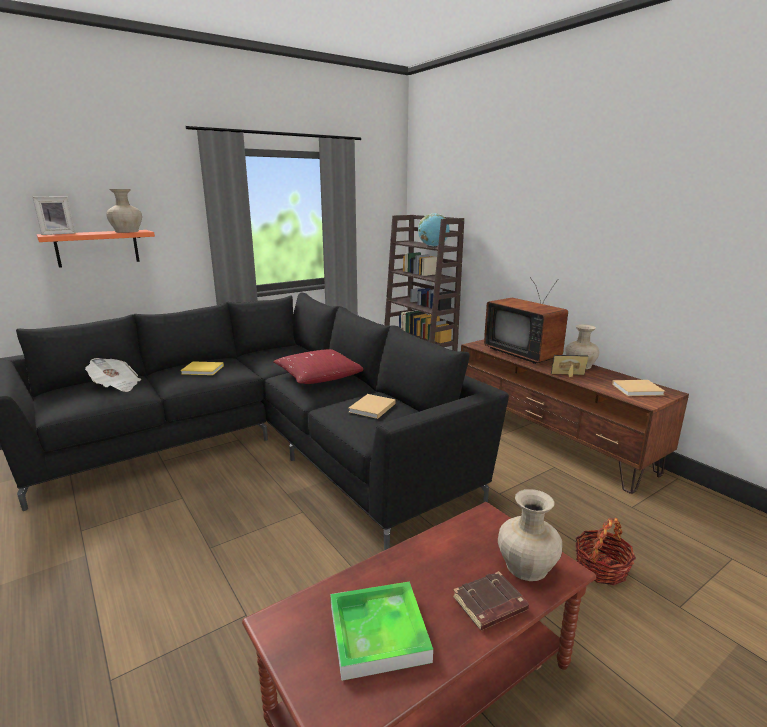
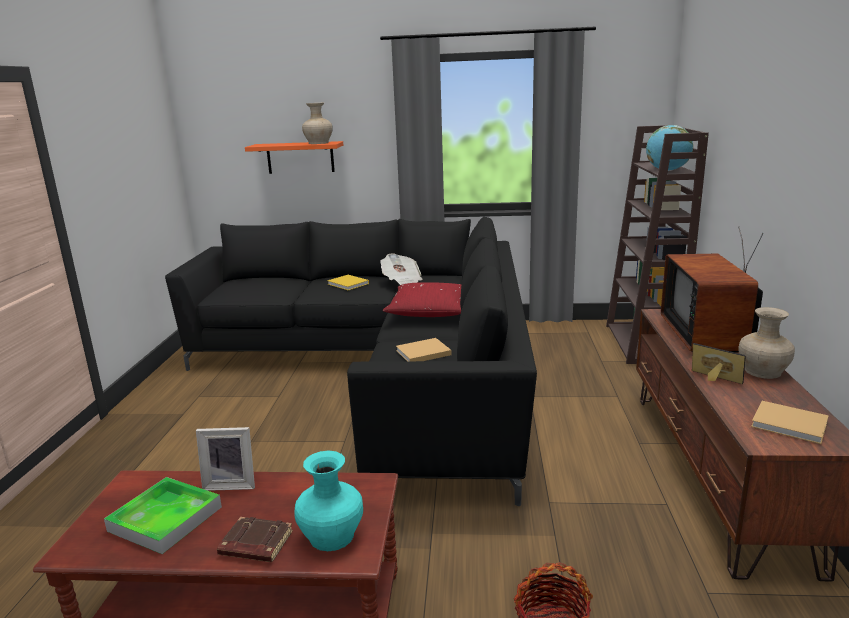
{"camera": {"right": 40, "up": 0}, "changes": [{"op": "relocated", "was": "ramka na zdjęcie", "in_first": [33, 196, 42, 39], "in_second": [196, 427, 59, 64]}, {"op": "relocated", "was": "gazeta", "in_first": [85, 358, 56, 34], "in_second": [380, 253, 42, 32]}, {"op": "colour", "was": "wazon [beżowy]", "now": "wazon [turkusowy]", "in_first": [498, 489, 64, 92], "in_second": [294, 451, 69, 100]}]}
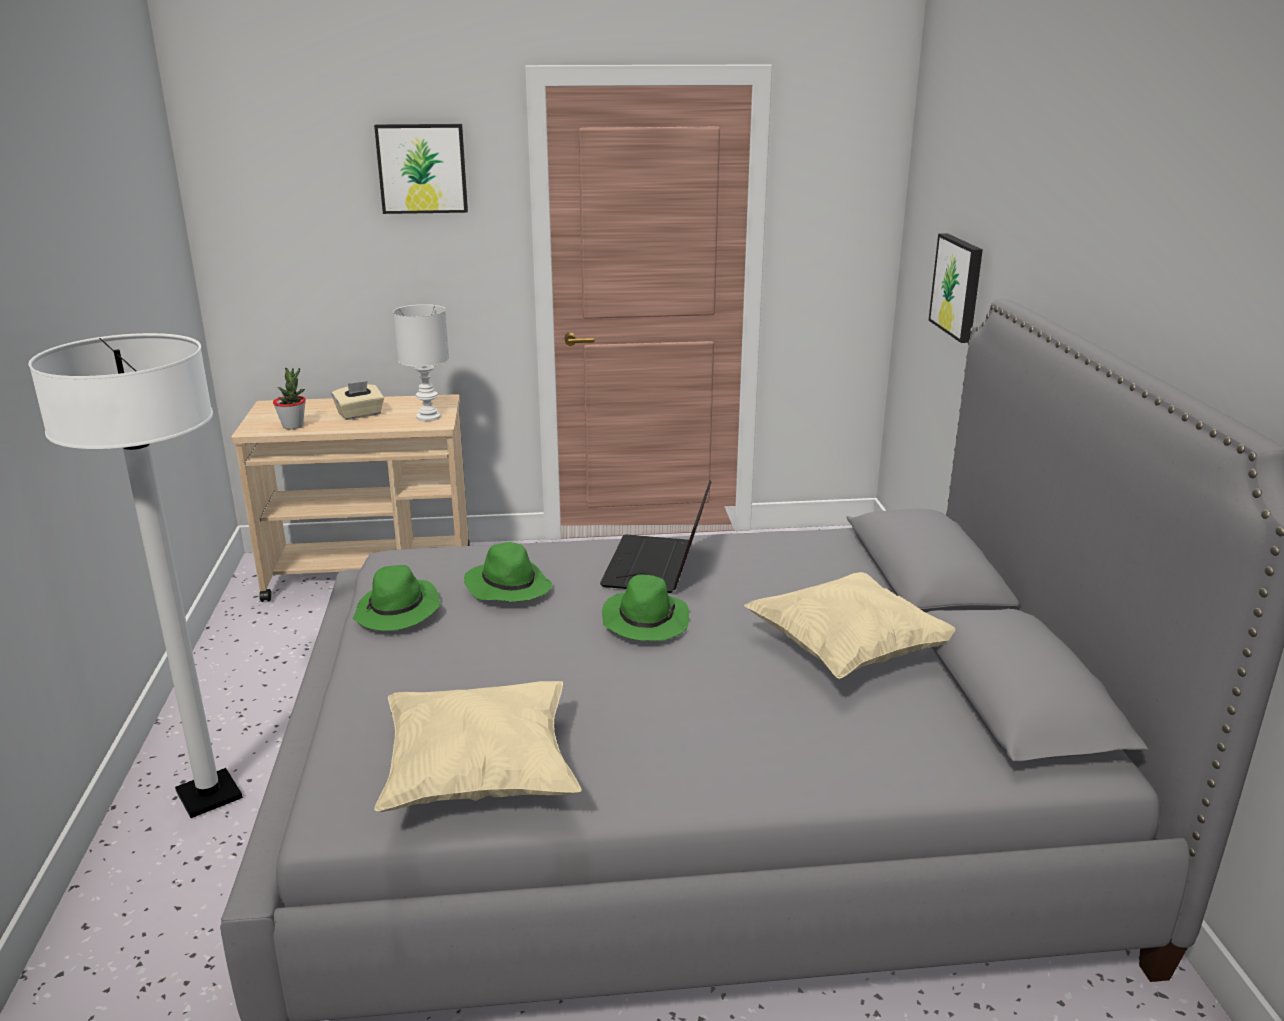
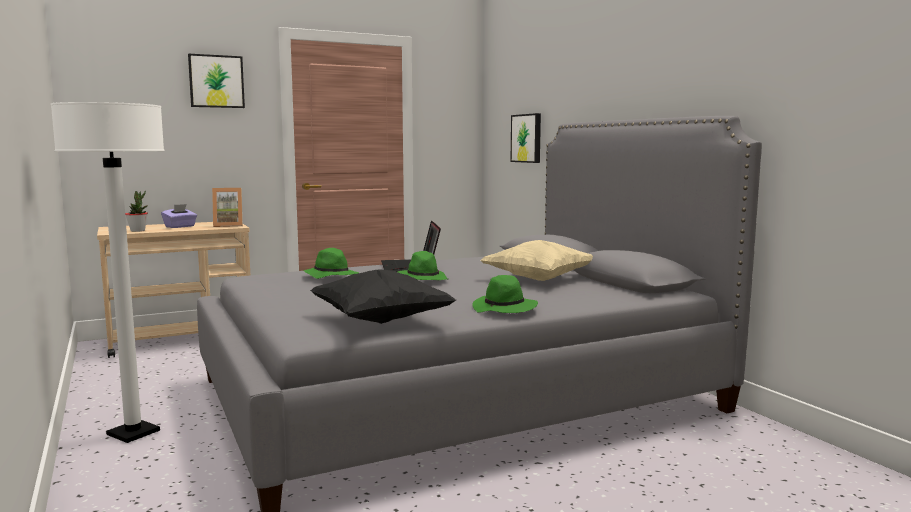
{"camera": {"right": -20, "up": -15}, "changes": [{"op": "exchanged", "was": "lampa stołowa [biały]", "now": "ramka na zdjęcie", "in_first": [393, 304, 56, 117], "in_second": [212, 188, 31, 39]}, {"op": "colour", "was": "pudełko chusteczek [beżowy]", "now": "pudełko chusteczek [fioletowy]", "in_first": [332, 381, 52, 39], "in_second": [161, 204, 36, 24]}, {"op": "relocated", "was": "kapelusz [zielony]", "in_first": [353, 565, 88, 66], "in_second": [472, 275, 66, 38]}, {"op": "colour", "was": "poduszka [beżowy]", "now": "poduszka [czarny]", "in_first": [374, 681, 208, 131], "in_second": [310, 270, 146, 54]}]}
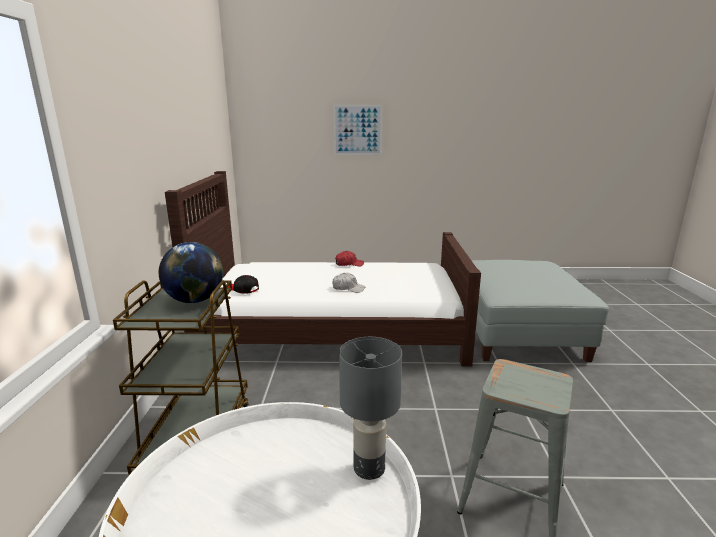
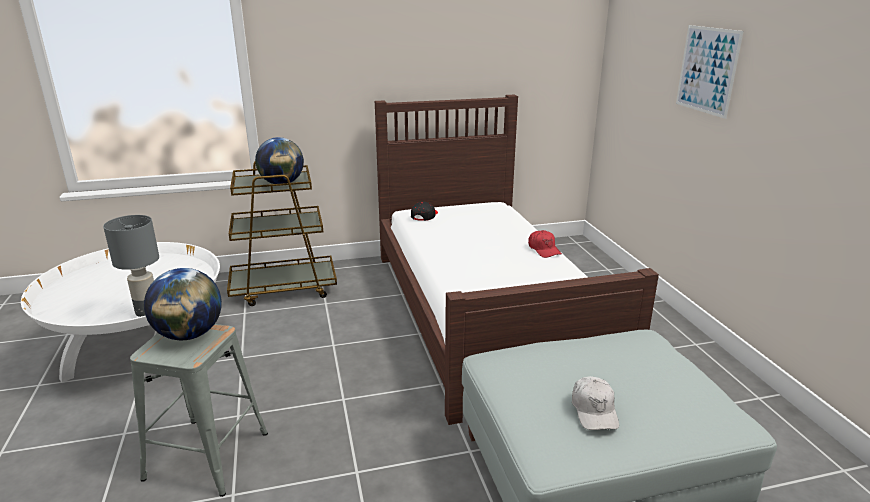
{"camera": {"right": 75, "up": 5}, "changes": [{"op": "relocated", "was": "czapka z daszkiem [biały]", "in_first": [333, 273, 33, 20], "in_second": [572, 376, 47, 54]}, {"op": "appeared", "now": "globus", "in_second": [144, 268, 78, 72]}]}
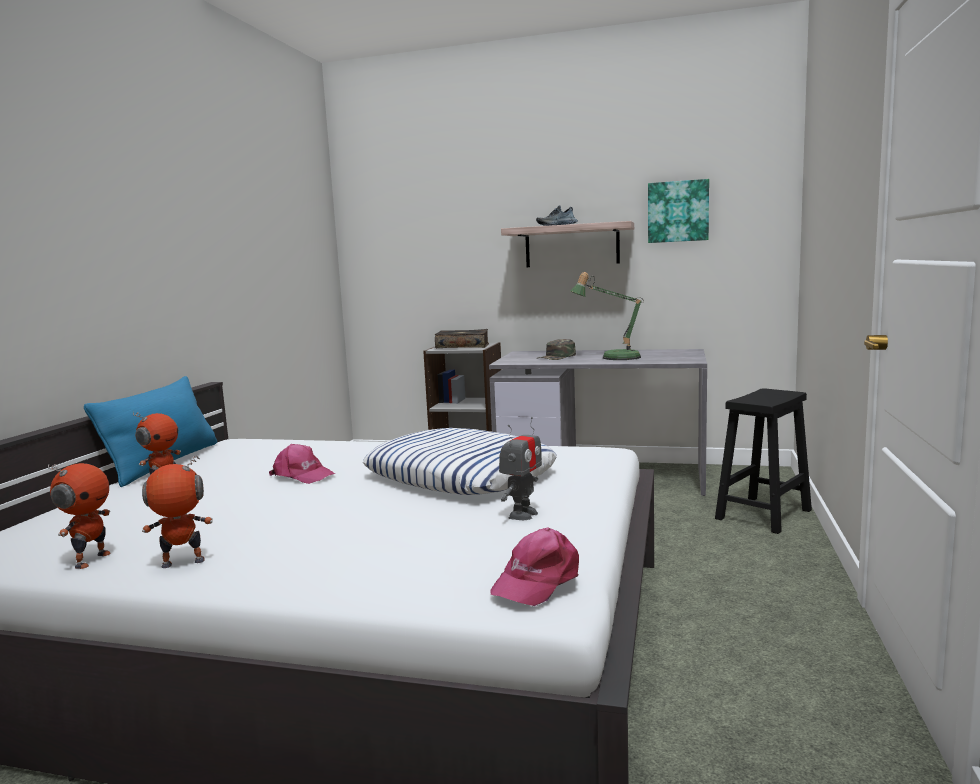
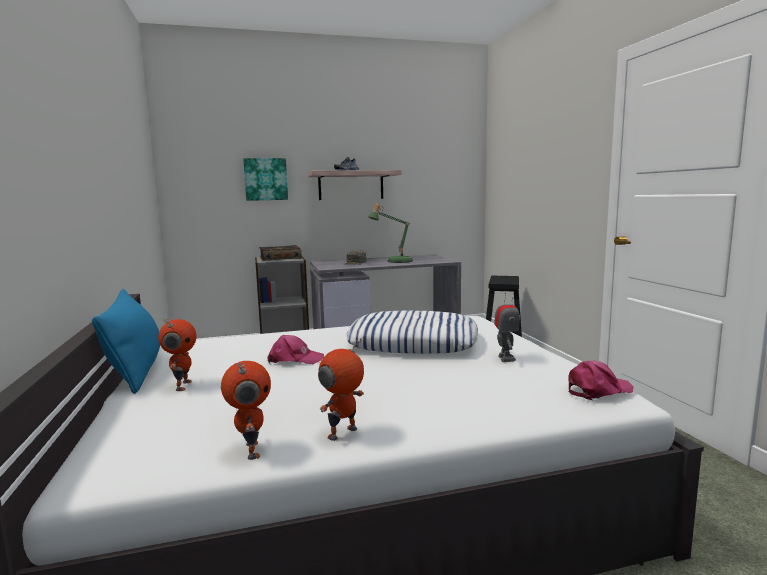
{"camera": {"right": -30, "up": 0}, "changes": [{"op": "relocated", "was": "obraz", "in_first": [648, 179, 61, 64], "in_second": [243, 158, 45, 43]}, {"op": "spun", "was": "czapka z daszkiem [różowy]", "in_first": [491, 528, 88, 78], "in_second": [568, 361, 66, 39], "clockwise": -120}]}
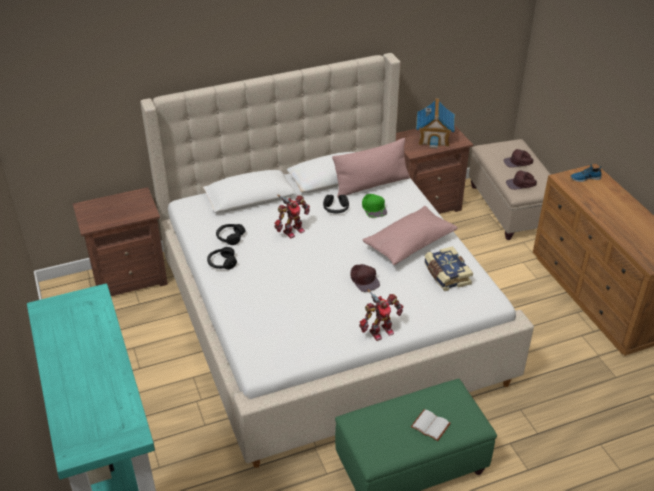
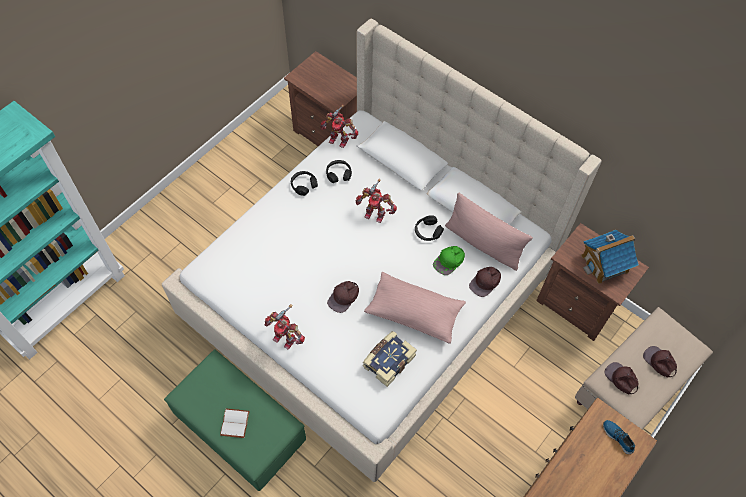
{"camera": {"right": 60, "up": 20}, "changes": [{"op": "appeared", "now": "robot zabawkowy", "in_second": [320, 105, 38, 43]}, {"op": "appeared", "now": "czapka z daszkiem [brązowy]", "in_second": [469, 267, 32, 30]}]}
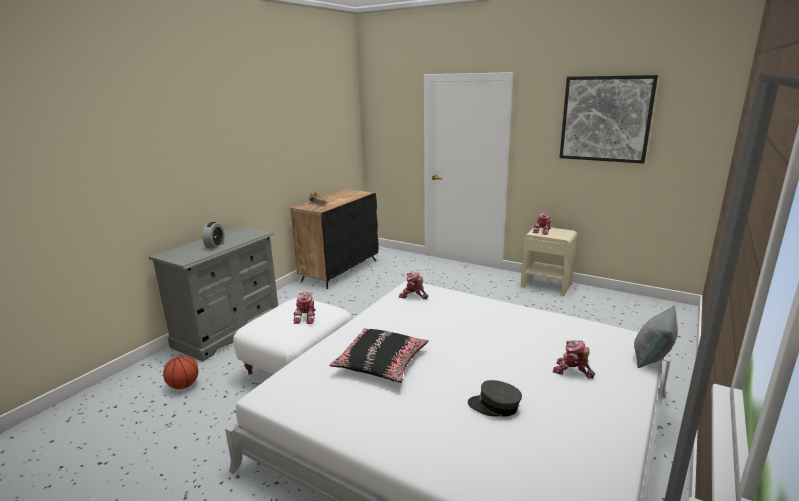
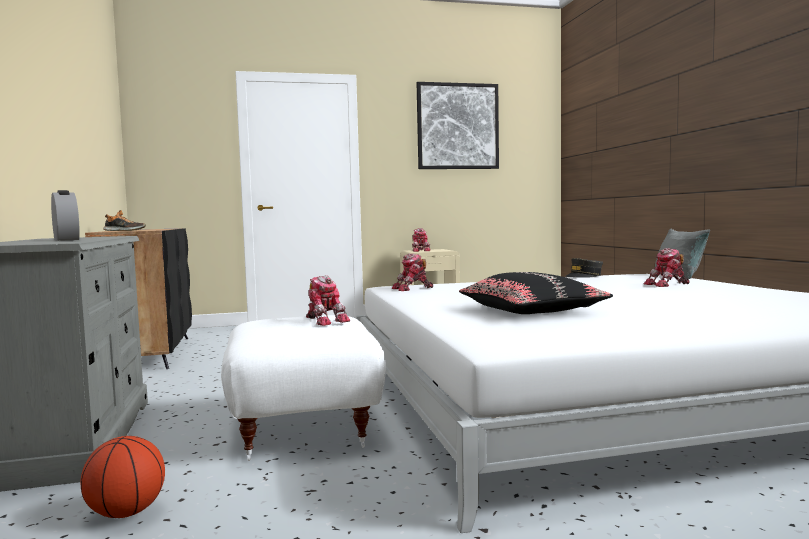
{"camera": {"right": -45, "up": -15}, "changes": [{"op": "relocated", "was": "czapka z daszkiem [szary]", "in_first": [468, 380, 54, 36], "in_second": [565, 258, 38, 20]}]}
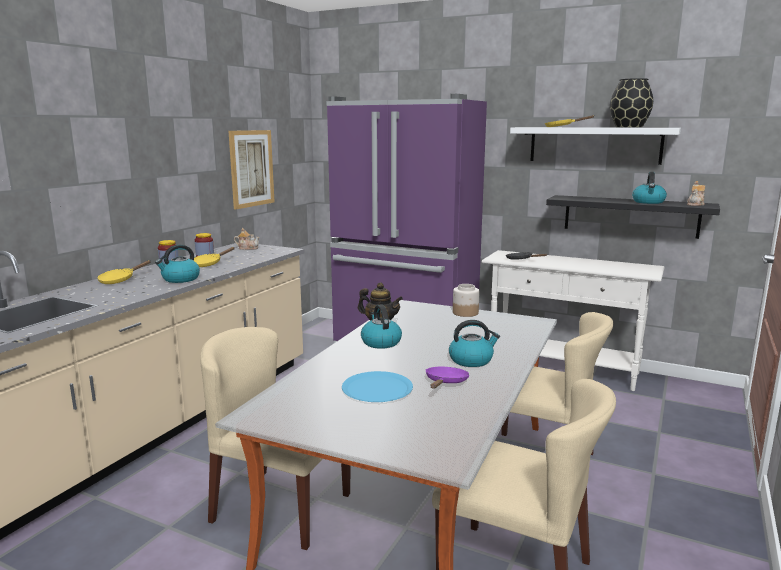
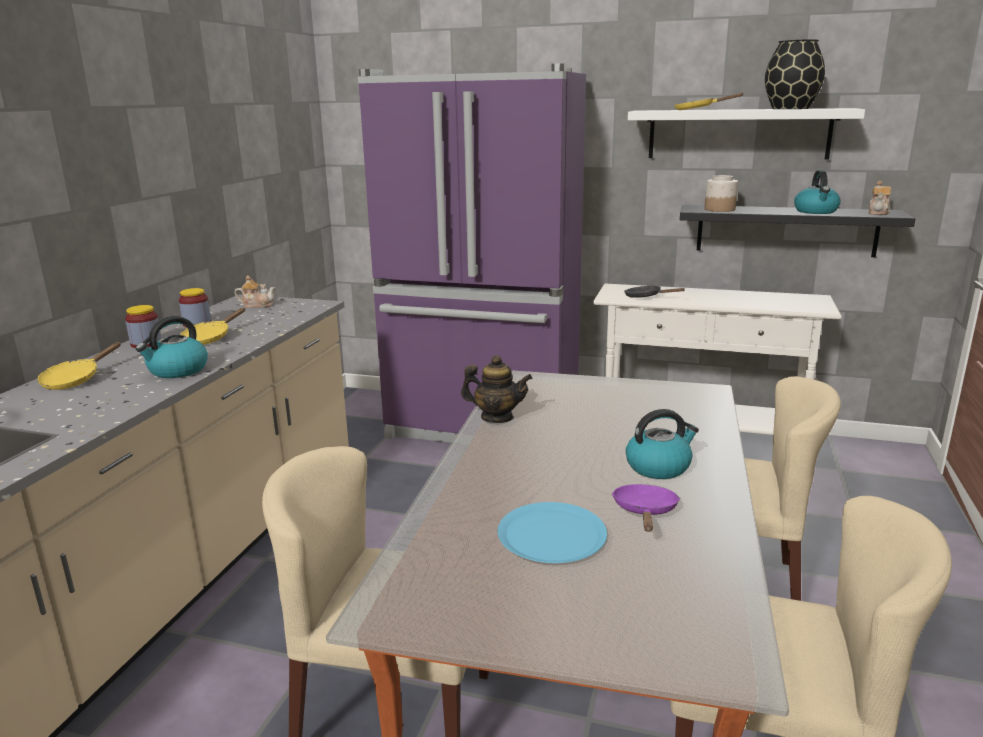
{"camera": {"right": -10, "up": 5}, "changes": [{"op": "missing", "was": "obraz", "in_first": [228, 130, 46, 79]}, {"op": "relocated", "was": "słoik", "in_first": [453, 284, 26, 33], "in_second": [704, 175, 34, 37]}, {"op": "missing", "was": "czajnik", "in_first": [361, 305, 41, 44]}]}
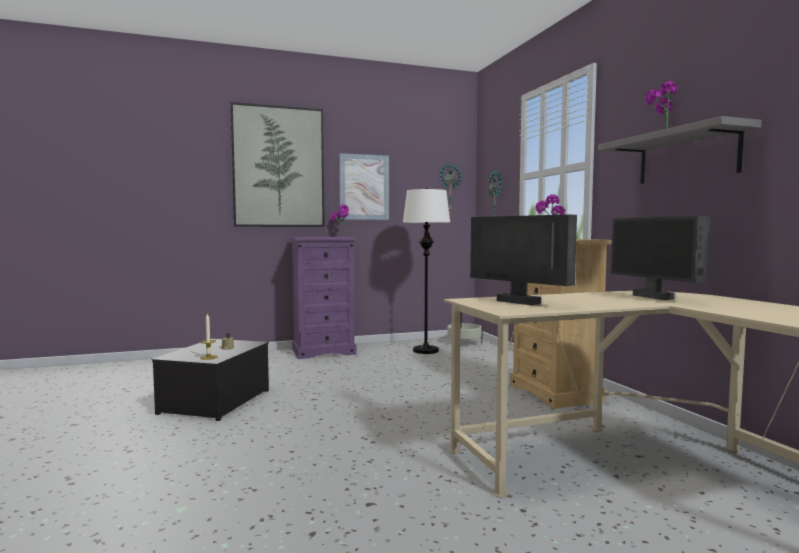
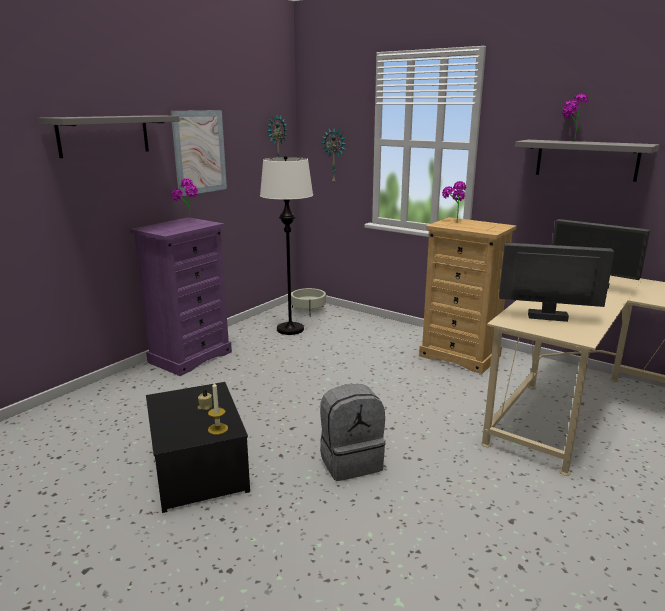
{"camera": {"right": -35, "up": 15}, "changes": [{"op": "exchanged", "was": "obraz", "now": "półka [szary]", "in_first": [231, 102, 94, 125], "in_second": [38, 115, 142, 43]}, {"op": "appeared", "now": "plecak [szary]", "in_second": [320, 384, 65, 97]}]}
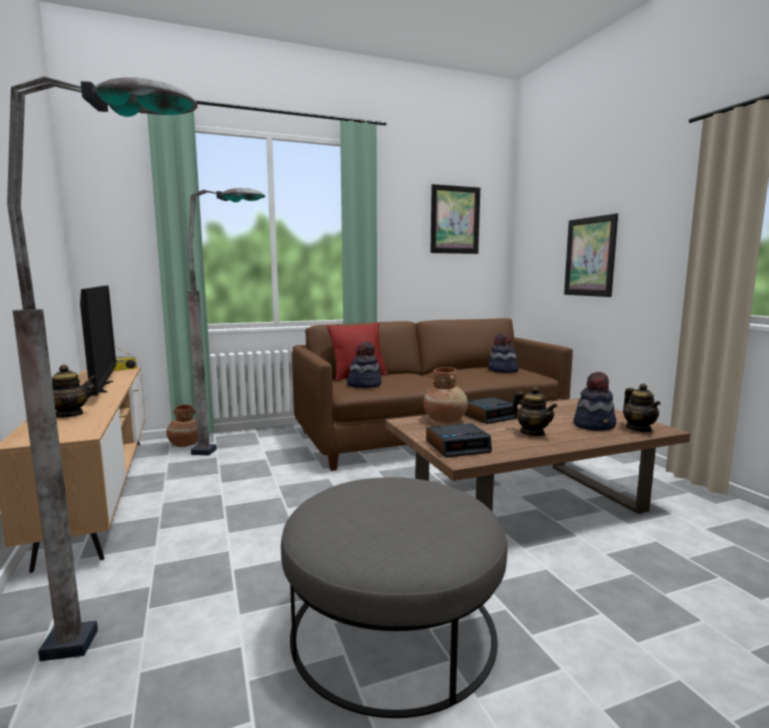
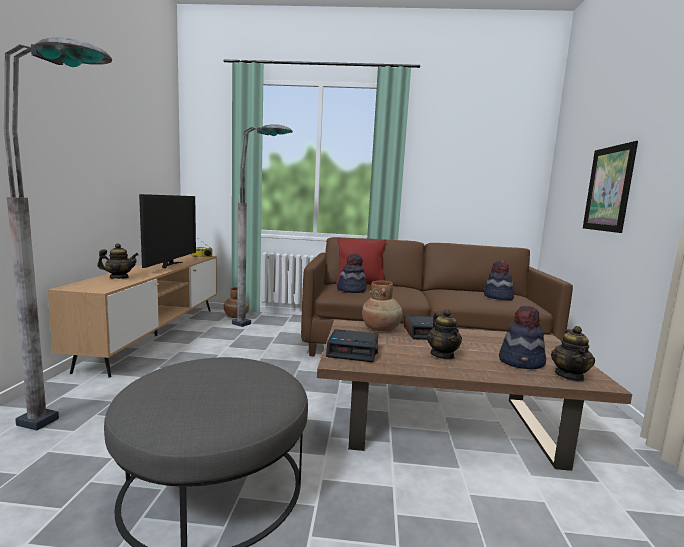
{"camera": {"right": 25, "up": 0}, "changes": [{"op": "missing", "was": "obraz", "in_first": [430, 184, 50, 70]}]}
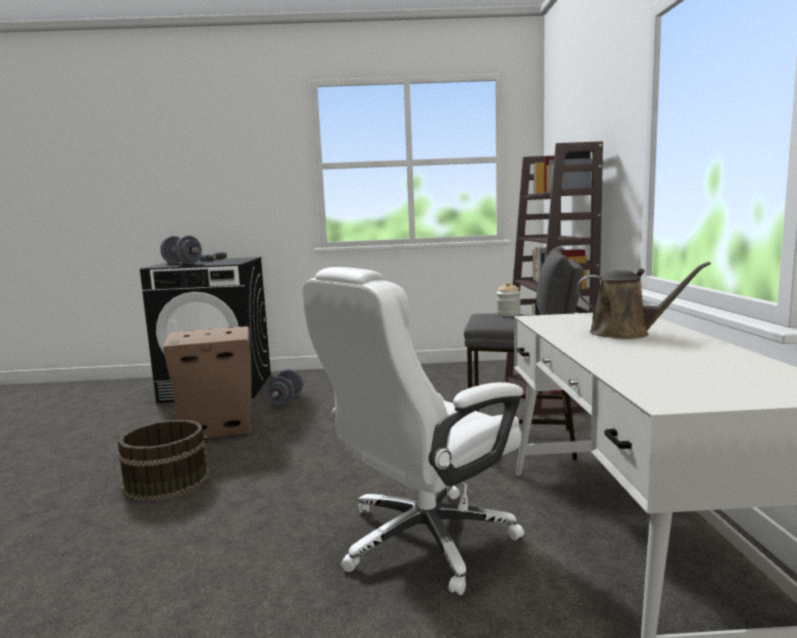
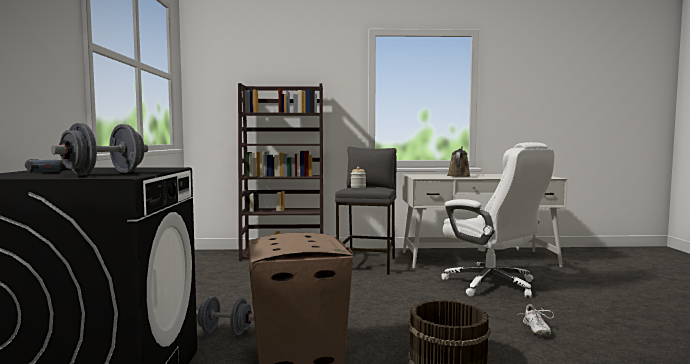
{"camera": {"right": -90, "up": -5}, "changes": [{"op": "appeared", "now": "but [biały]", "in_second": [520, 304, 34, 32]}]}
